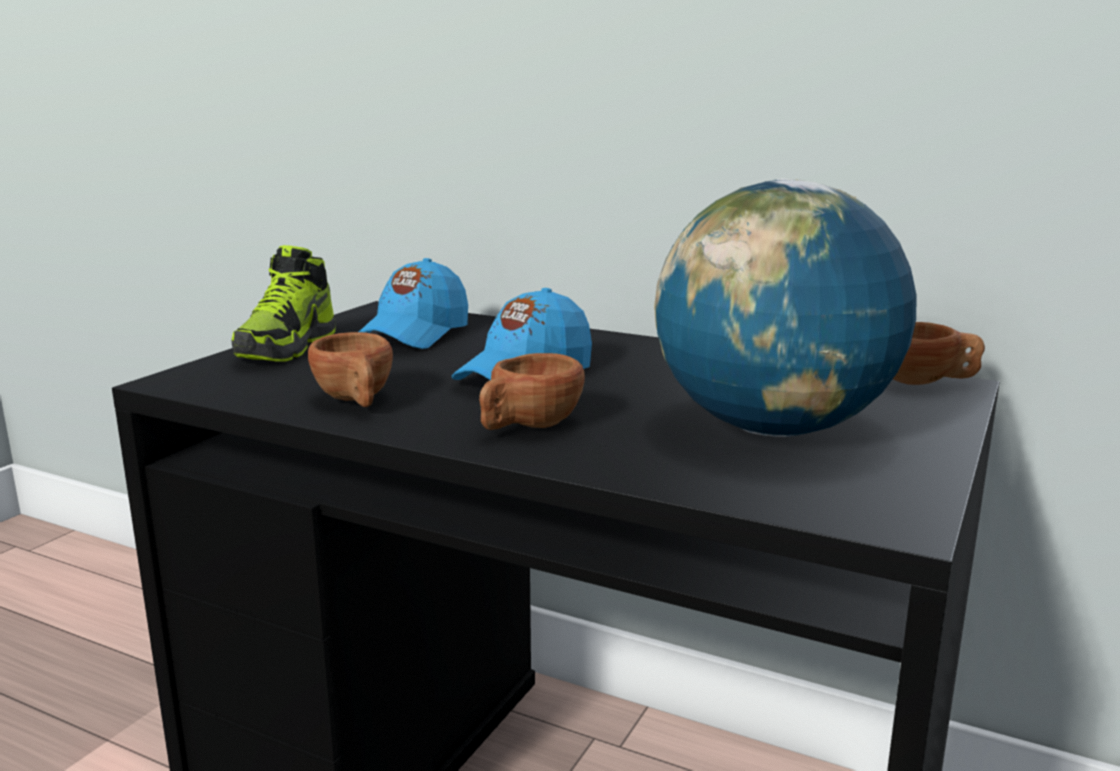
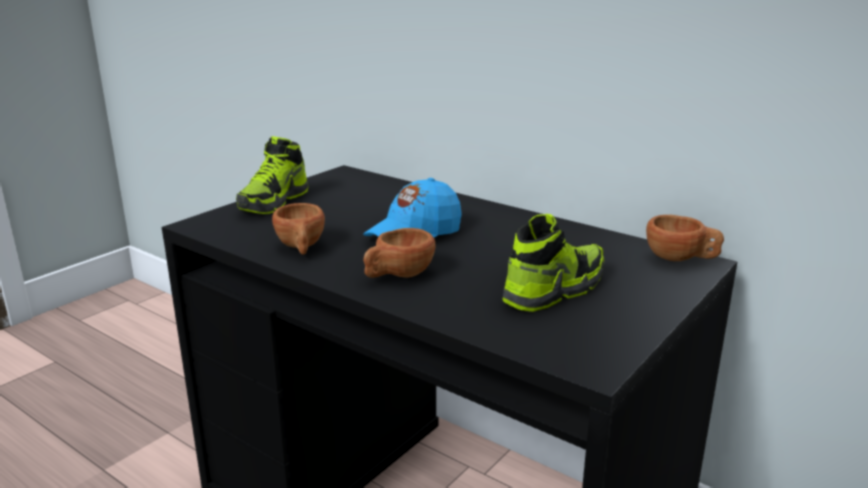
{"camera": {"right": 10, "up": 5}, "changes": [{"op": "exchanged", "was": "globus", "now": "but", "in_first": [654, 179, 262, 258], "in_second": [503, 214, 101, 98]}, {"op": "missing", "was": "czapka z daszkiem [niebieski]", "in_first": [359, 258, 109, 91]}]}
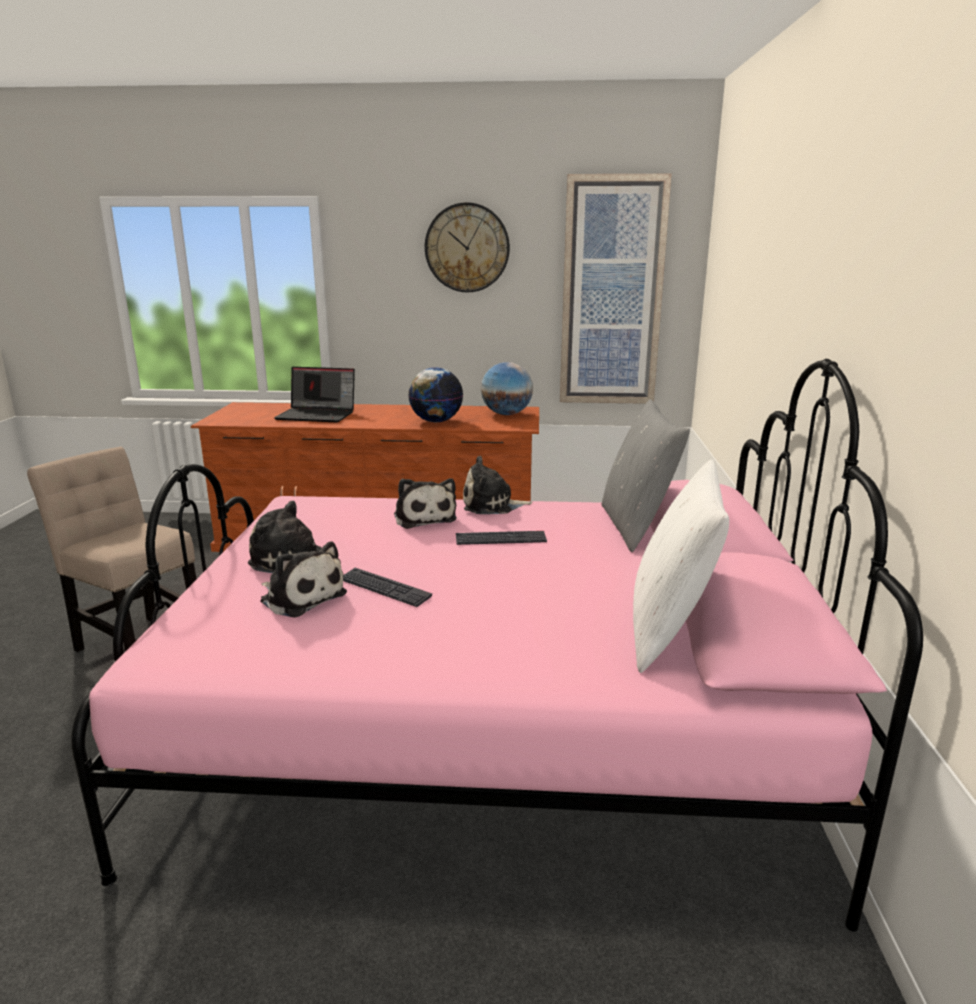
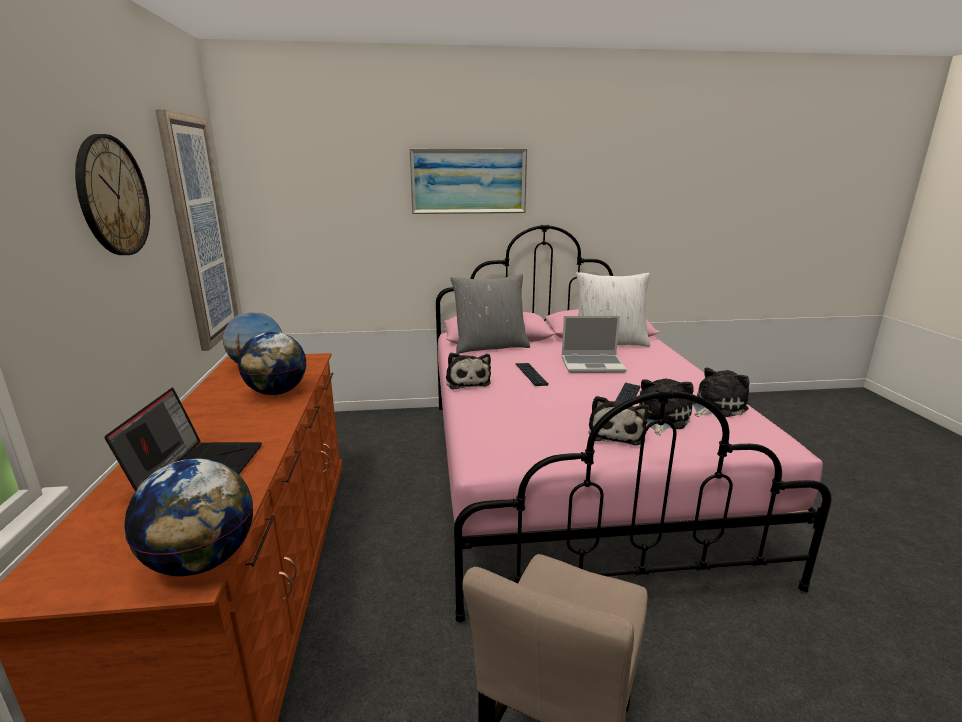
{"camera": {"right": -100, "up": 0}, "changes": [{"op": "relocated", "was": "pluszak", "in_first": [394, 478, 63, 51], "in_second": [692, 368, 57, 49]}, {"op": "appeared", "now": "obraz", "in_second": [409, 149, 118, 65]}, {"op": "appeared", "now": "laptop", "in_second": [561, 316, 66, 57]}, {"op": "appeared", "now": "globus", "in_second": [125, 459, 128, 117]}]}
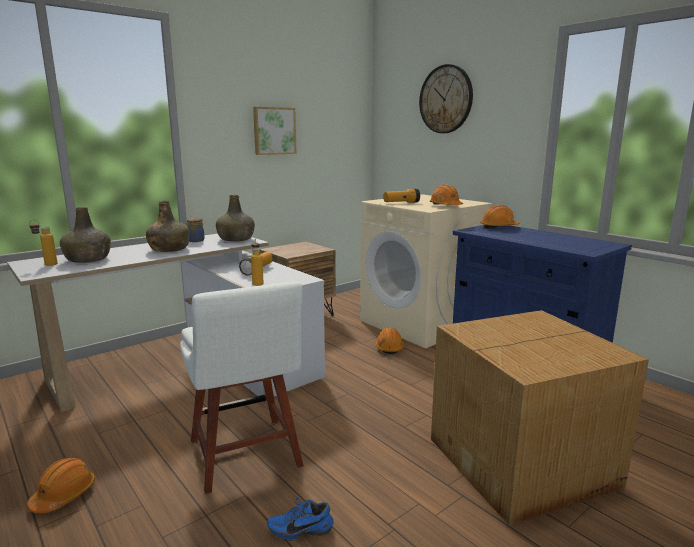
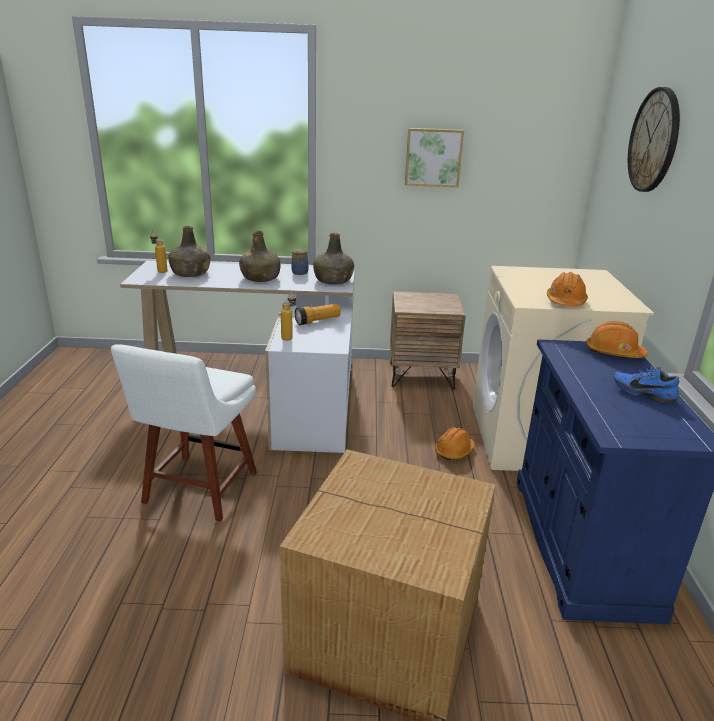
{"camera": {"right": 40, "up": 10}, "changes": [{"op": "missing", "was": "latarka", "in_first": [384, 189, 36, 14]}, {"op": "missing", "was": "kask [pomarańczowy]", "in_first": [27, 458, 69, 55]}, {"op": "relocated", "was": "but [niebieski]", "in_first": [267, 498, 67, 43], "in_second": [614, 366, 65, 37]}]}
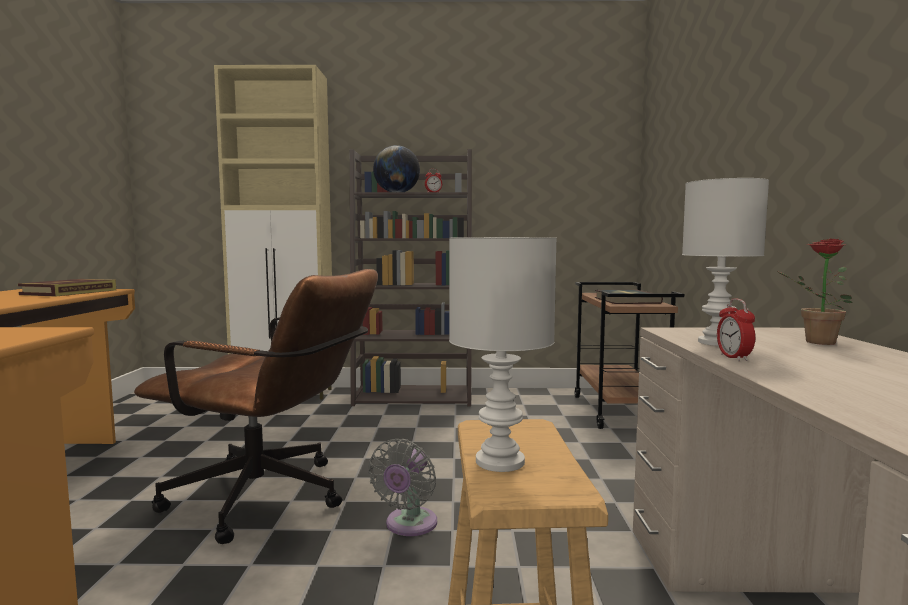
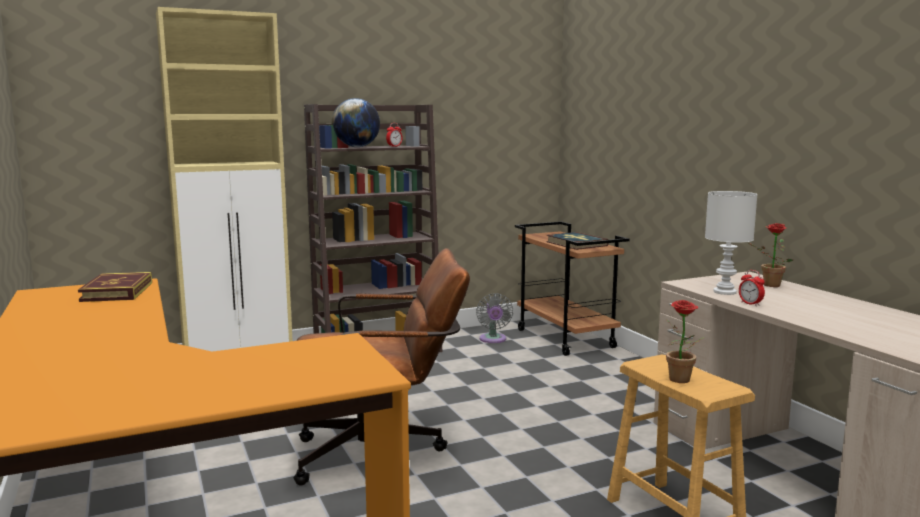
{"camera": {"right": -25, "up": 5}, "changes": [{"op": "exchanged", "was": "lampa stołowa [biały]", "now": "roślina doniczkowa", "in_first": [449, 237, 107, 235], "in_second": [666, 300, 39, 83]}, {"op": "relocated", "was": "wentylator [szary]", "in_first": [368, 439, 69, 97], "in_second": [476, 293, 37, 50]}]}
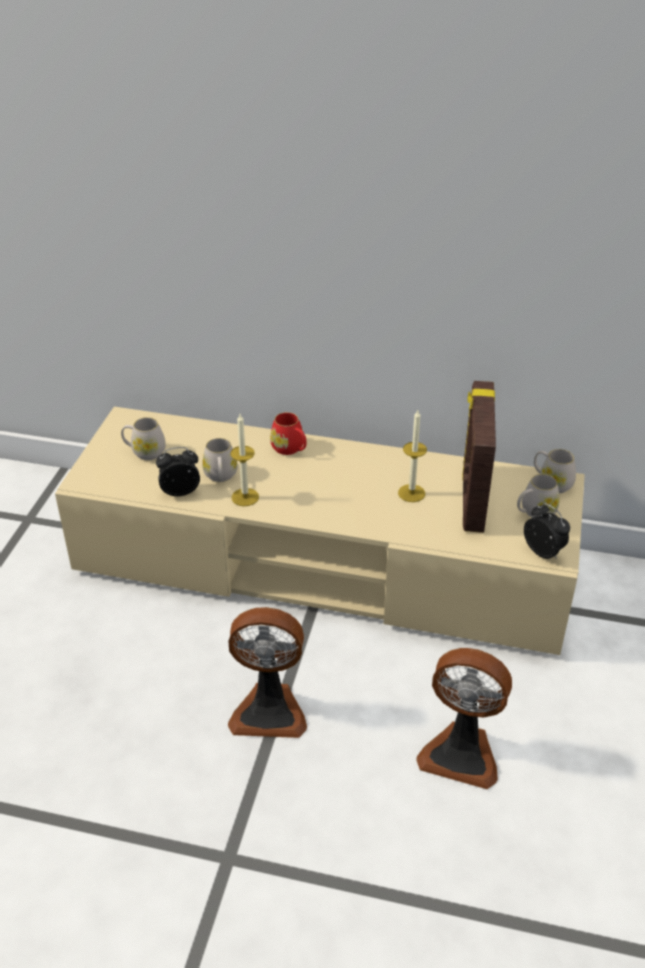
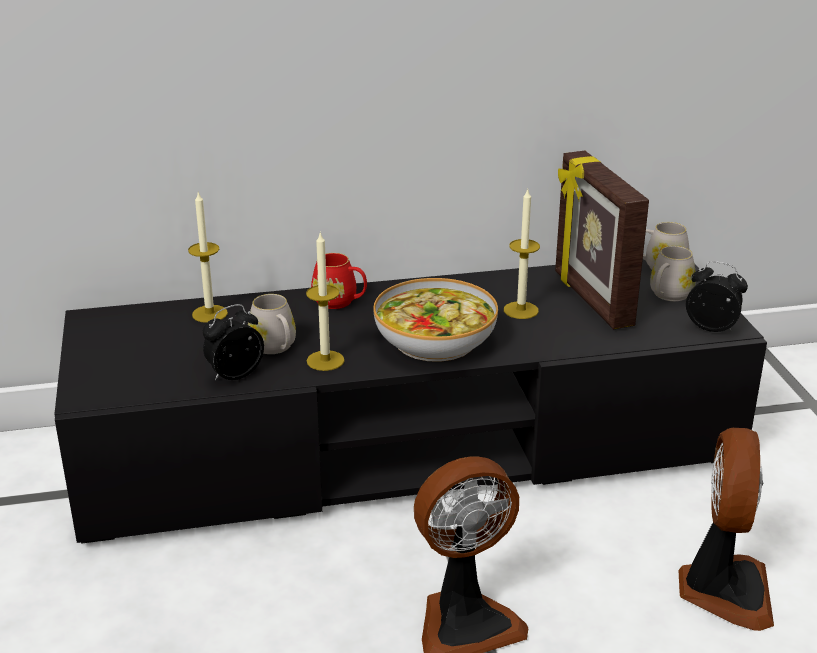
{"camera": {"right": -25, "up": -10}, "changes": [{"op": "colour", "was": "szafka pod telewizor [beżowy]", "now": "szafka pod telewizor [czarny]", "in_first": [55, 407, 530, 248], "in_second": [54, 259, 713, 285]}, {"op": "missing", "was": "kubek [biały]", "in_first": [121, 417, 45, 43]}, {"op": "spun", "was": "wentylator", "in_first": [416, 648, 96, 141], "in_second": [678, 428, 96, 203], "clockwise": -75}, {"op": "appeared", "now": "świeca", "in_second": [188, 192, 40, 131]}, {"op": "appeared", "now": "miska", "in_second": [373, 278, 125, 84]}]}
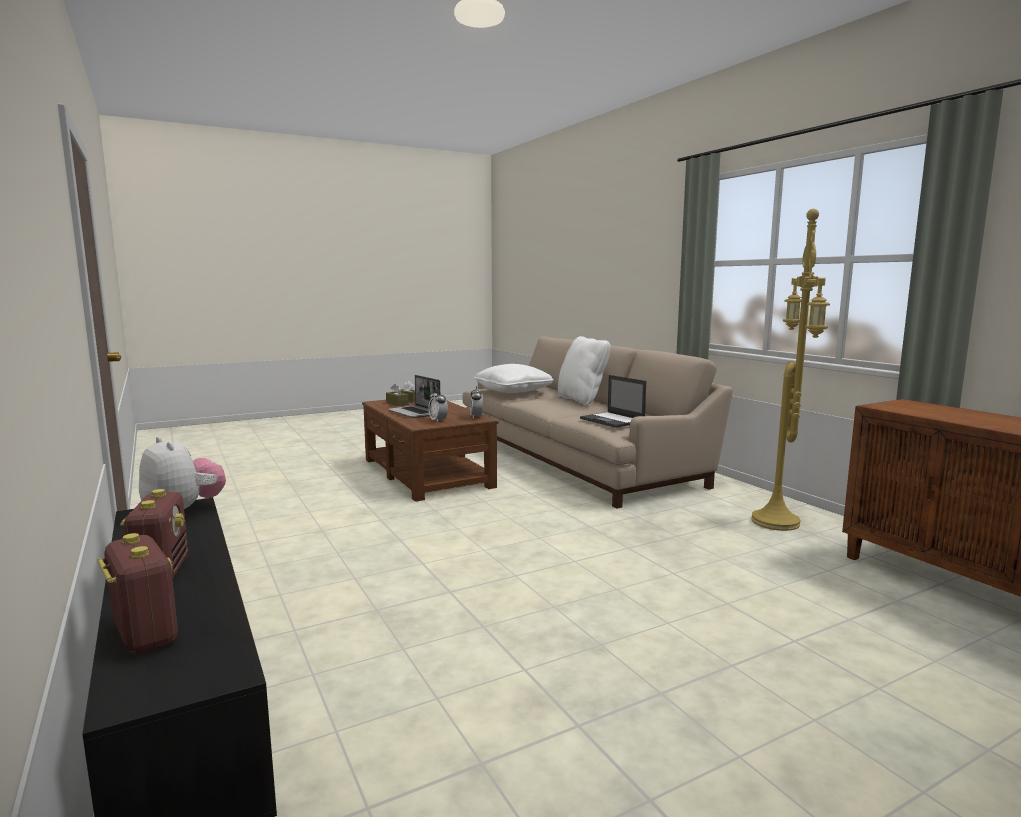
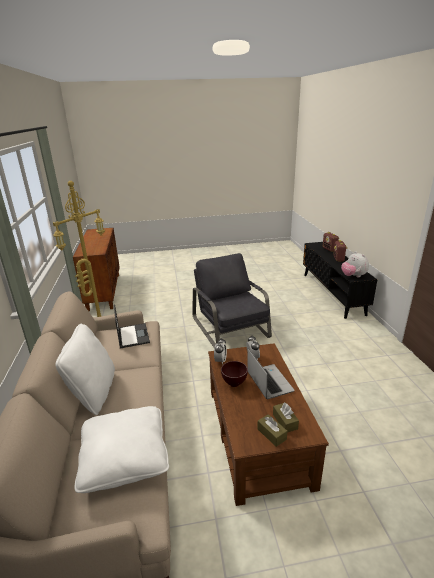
{"camera": {"right": -160, "up": 15}, "changes": [{"op": "appeared", "now": "fotel [szary]", "in_second": [192, 253, 80, 95]}, {"op": "appeared", "now": "miska [brązowy]", "in_second": [221, 361, 27, 26]}]}
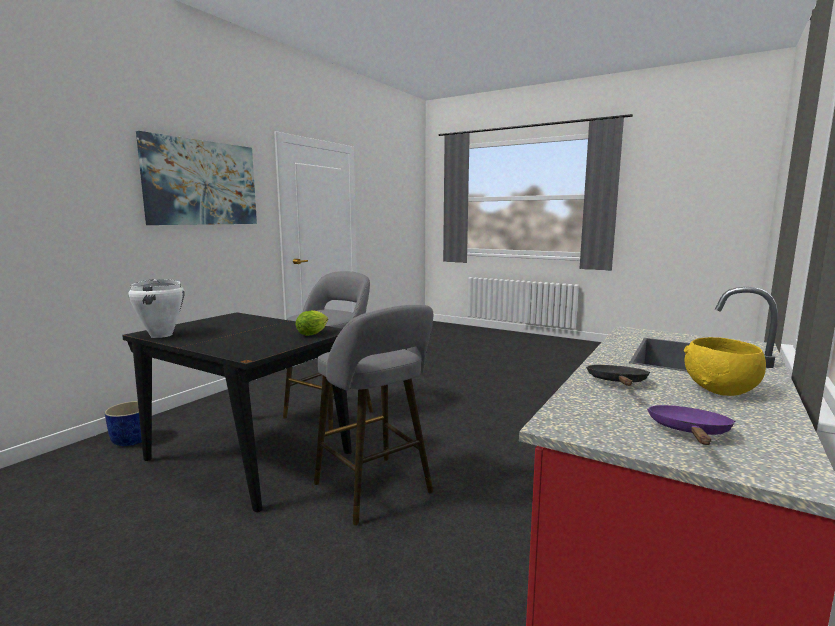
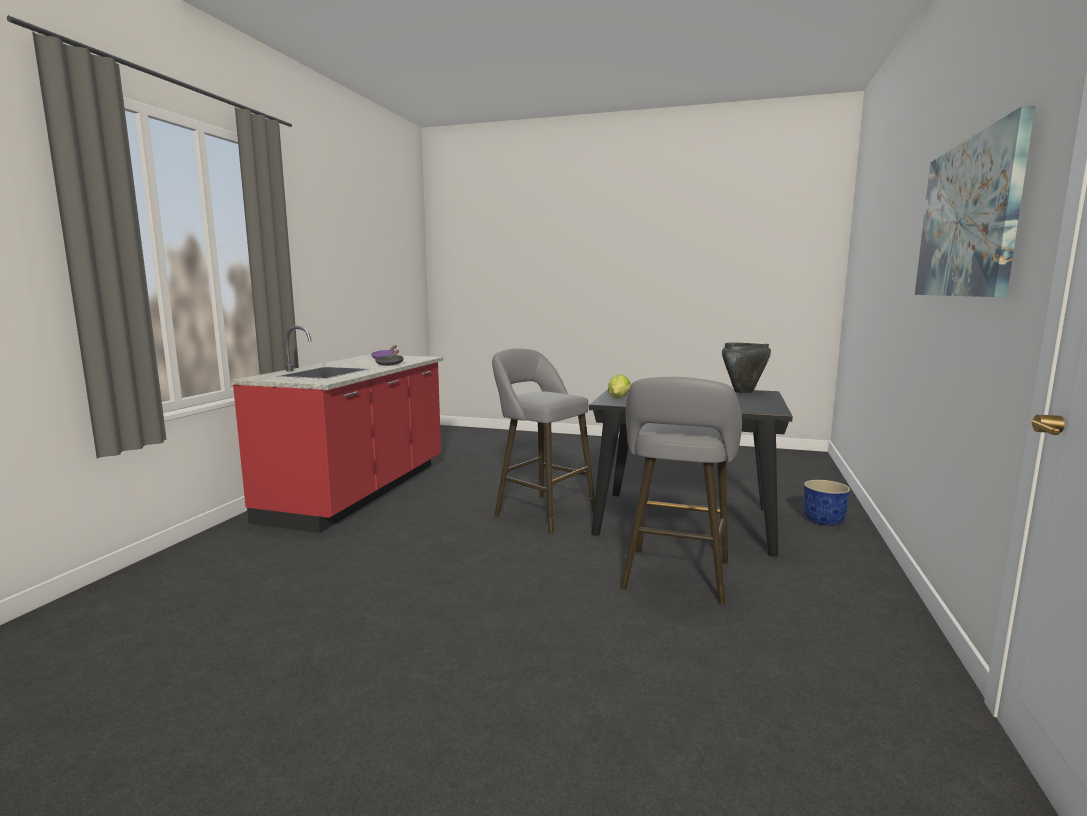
{"camera": {"right": 165, "up": 0}, "changes": [{"op": "colour", "was": "garnek [biały]", "now": "garnek [czarny]", "in_first": [128, 279, 56, 59], "in_second": [722, 343, 49, 50]}, {"op": "missing", "was": "miska [żółty]", "in_first": [684, 337, 82, 59]}]}
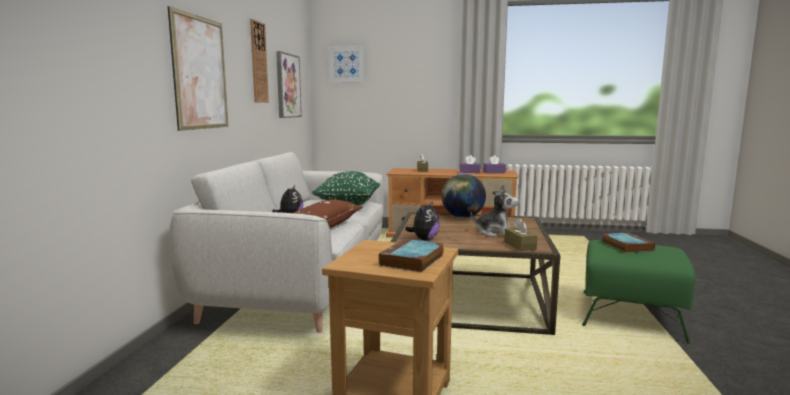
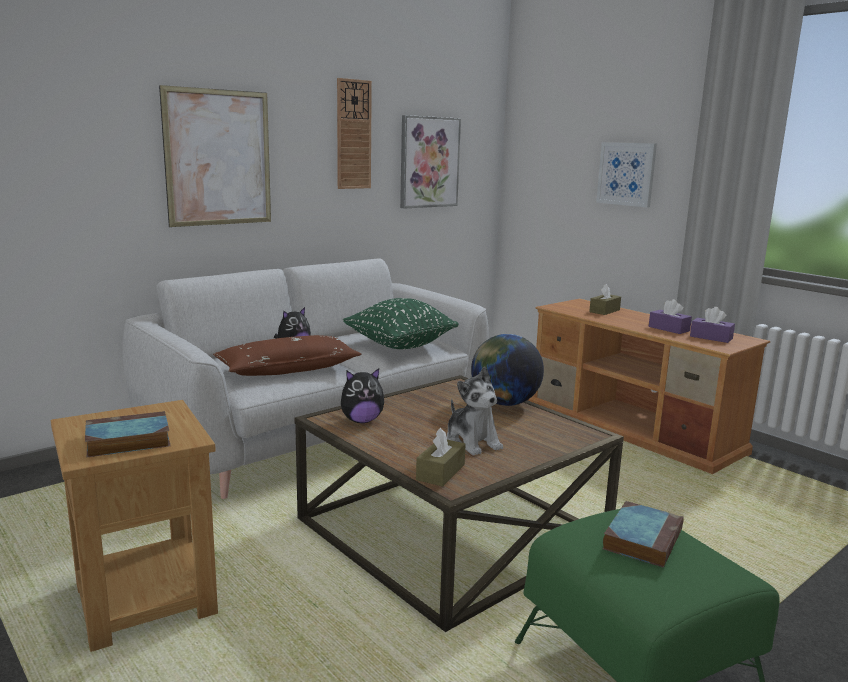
{"camera": {"right": 40, "up": 5}, "changes": [{"op": "relocated", "was": "obraz", "in_first": [329, 45, 36, 38], "in_second": [596, 142, 61, 66]}]}
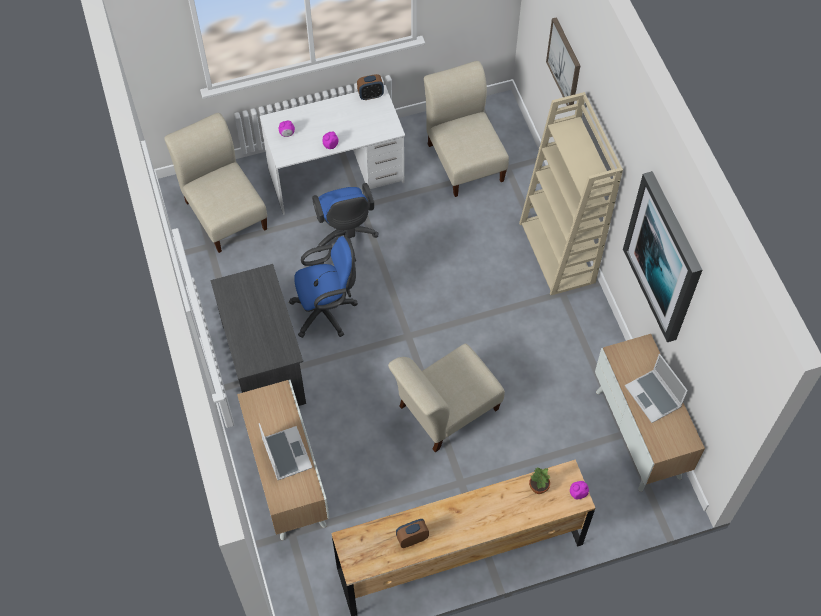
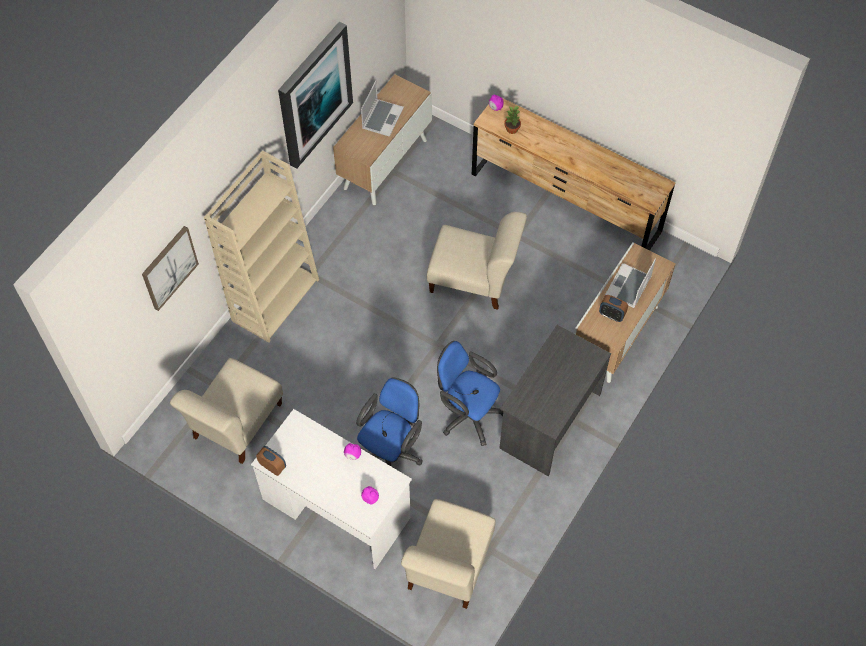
{"camera": {"right": -130, "up": 0}, "changes": [{"op": "relocated", "was": "budzik", "in_first": [396, 519, 33, 29], "in_second": [599, 295, 29, 27]}]}
